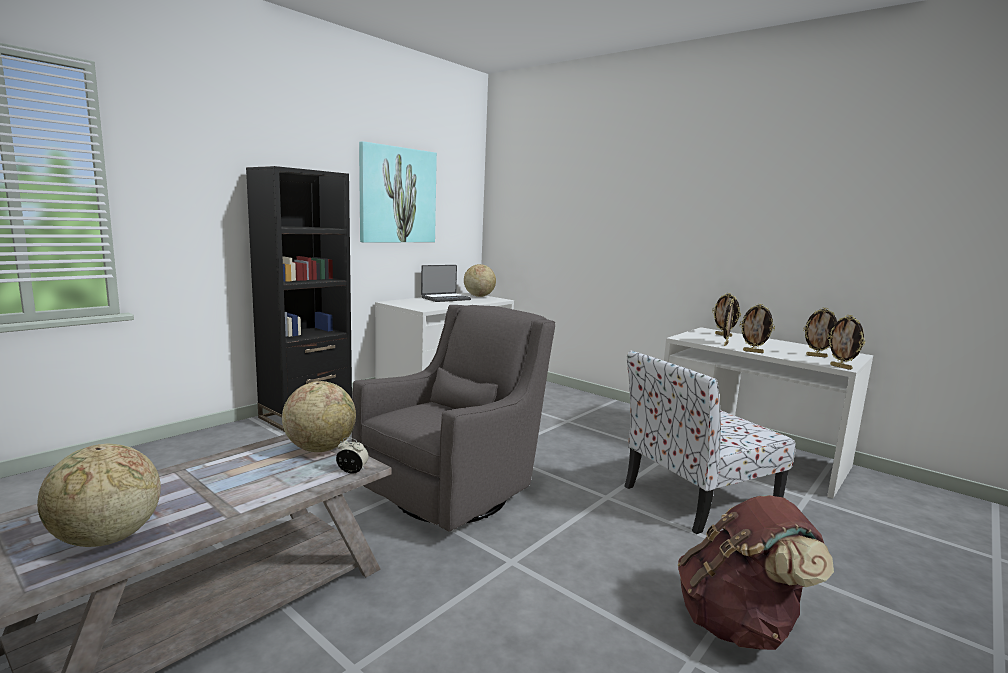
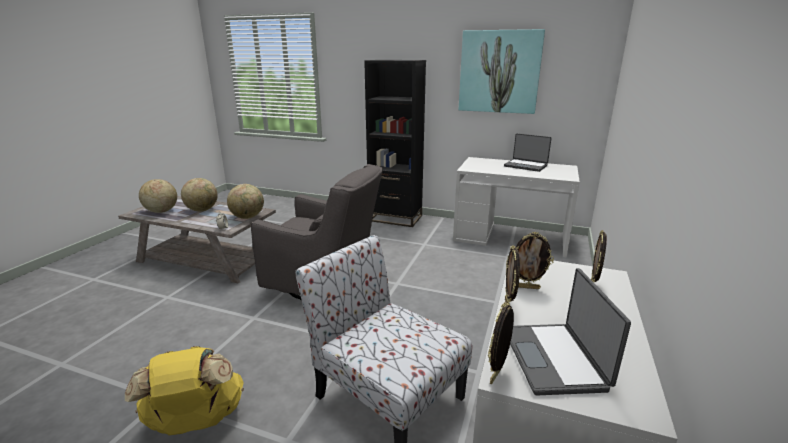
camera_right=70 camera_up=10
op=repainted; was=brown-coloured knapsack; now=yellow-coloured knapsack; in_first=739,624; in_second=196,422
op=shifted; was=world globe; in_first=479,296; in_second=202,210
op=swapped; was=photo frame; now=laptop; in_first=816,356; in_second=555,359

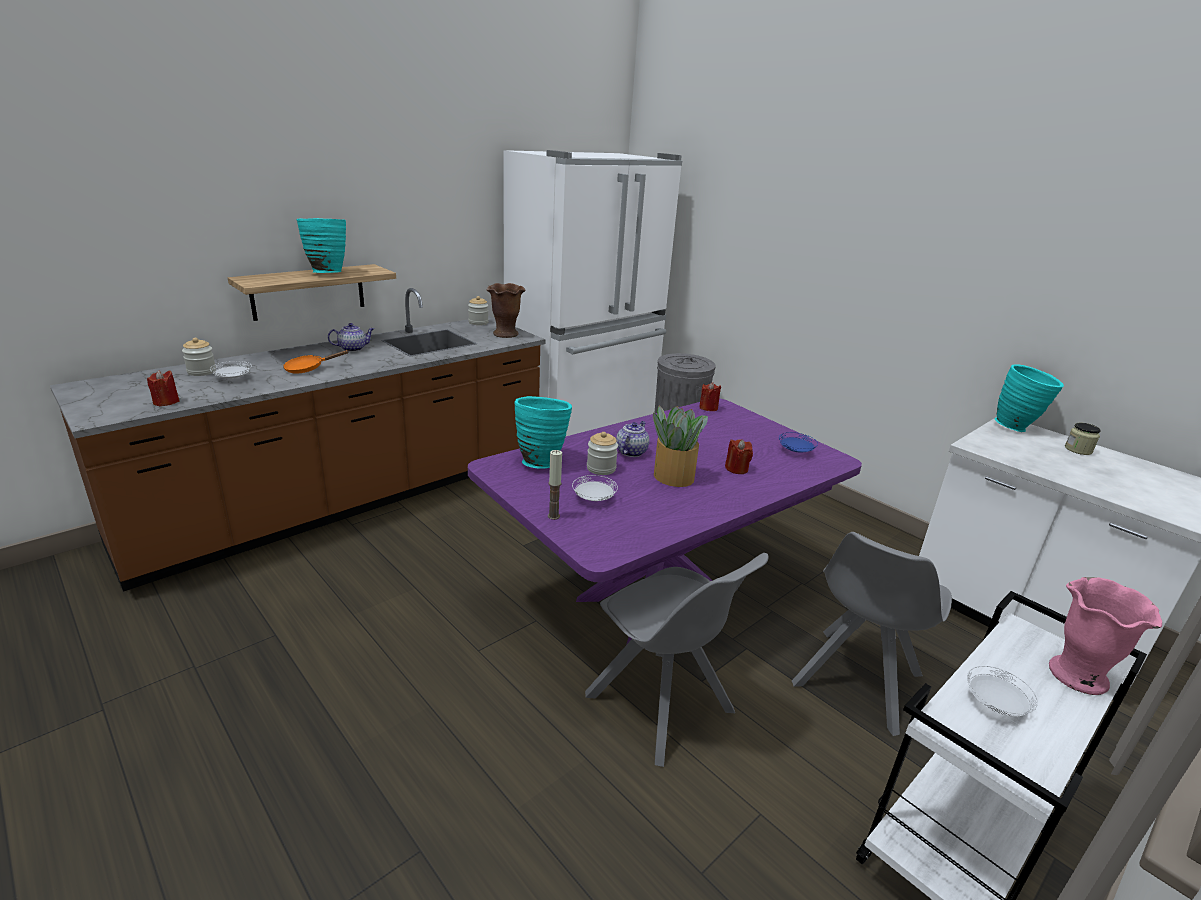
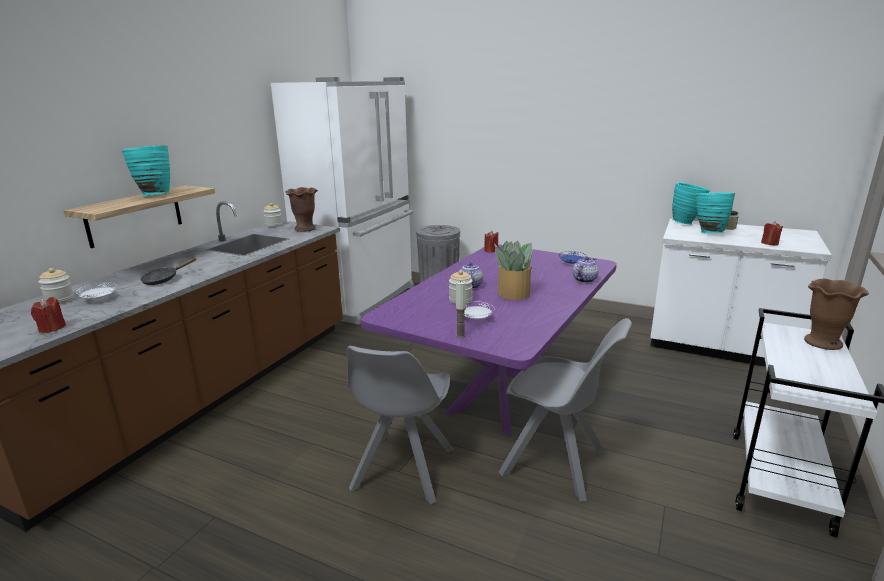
camera_right=-20 camera_up=-5
op=repainted; was=orangey frying pan; now=blackish frying pan; in_first=308,369; in_second=164,279
op=shifted; was=grey plain chair; in_first=855,681; in_second=402,470
op=shifted; was=teapot; in_first=353,348; in_second=584,280
op=shifted; was=turquoise decorative vase; in_first=541,461; in_second=708,232
op=shifted; was=reddish wax candle; in_first=736,469; in_second=769,243
op=repainted; was=pink-coloured decorative vase; now=brown-coloured decorative vase; in_first=1077,675; in_second=822,342
op=gone; was=white-coloured flat dish; in_first=994,704

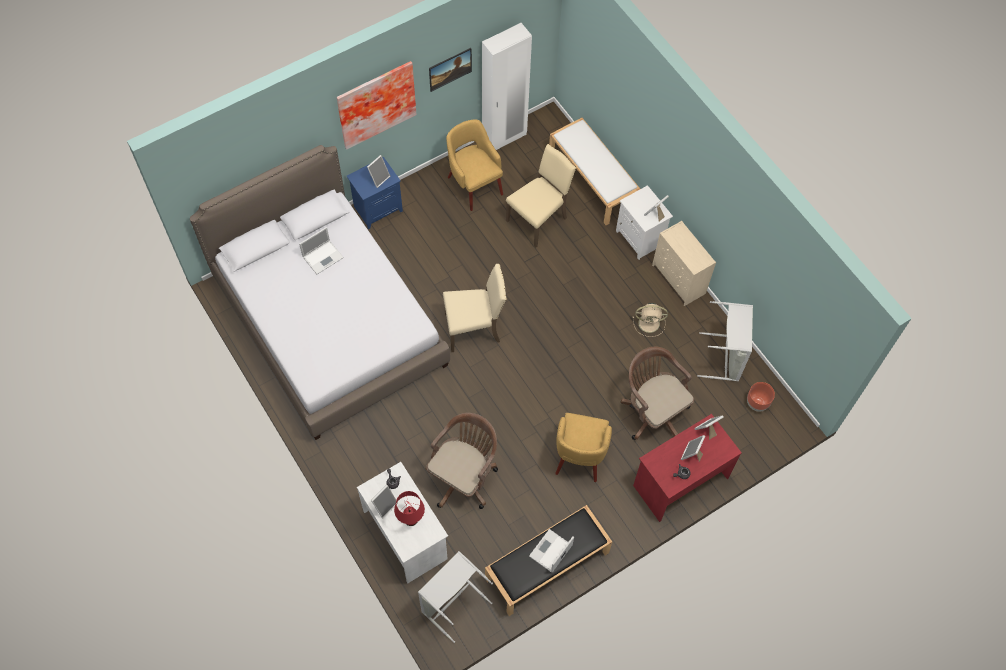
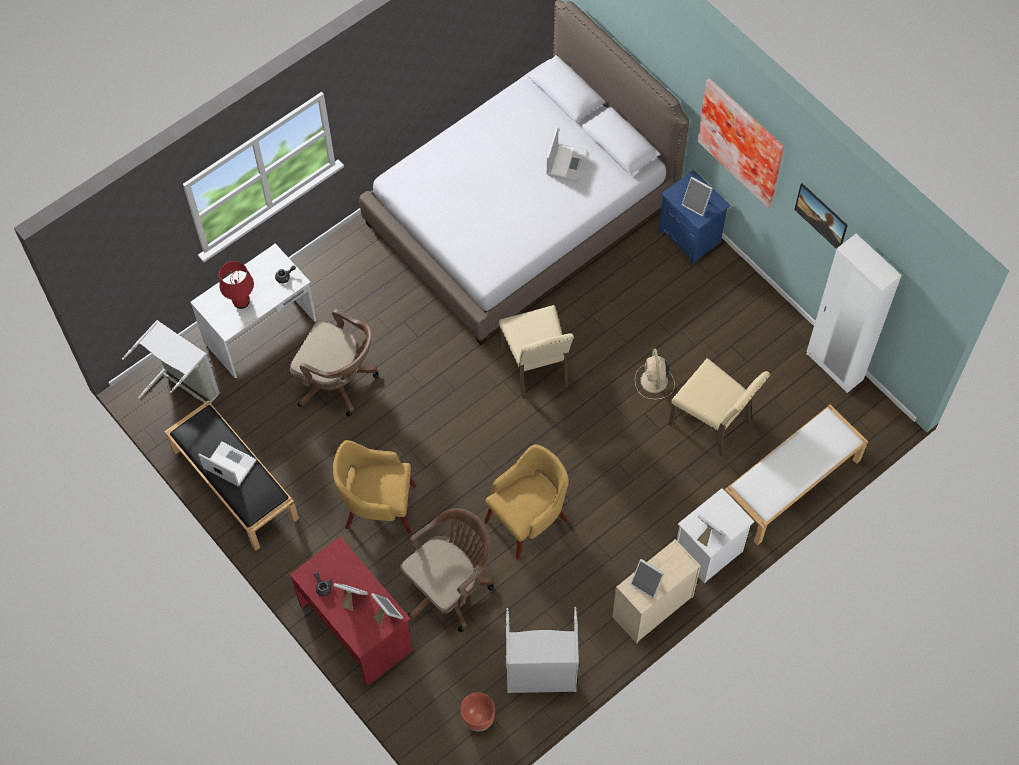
camera_right=85 camera_up=0
op=shifted; was=yellow-coloured armchair; in_first=474,184; in_second=528,520
op=rotated; was=laptop; in_first=323,256; in_second=566,162; clockwise=-120
op=shifted; was=photo frame; in_first=384,505; in_second=647,584
op=shifted; was=sand-coloured fan; in_first=650,323; in_second=654,382

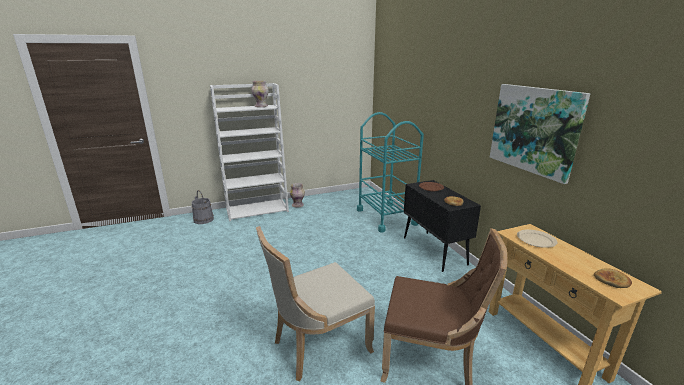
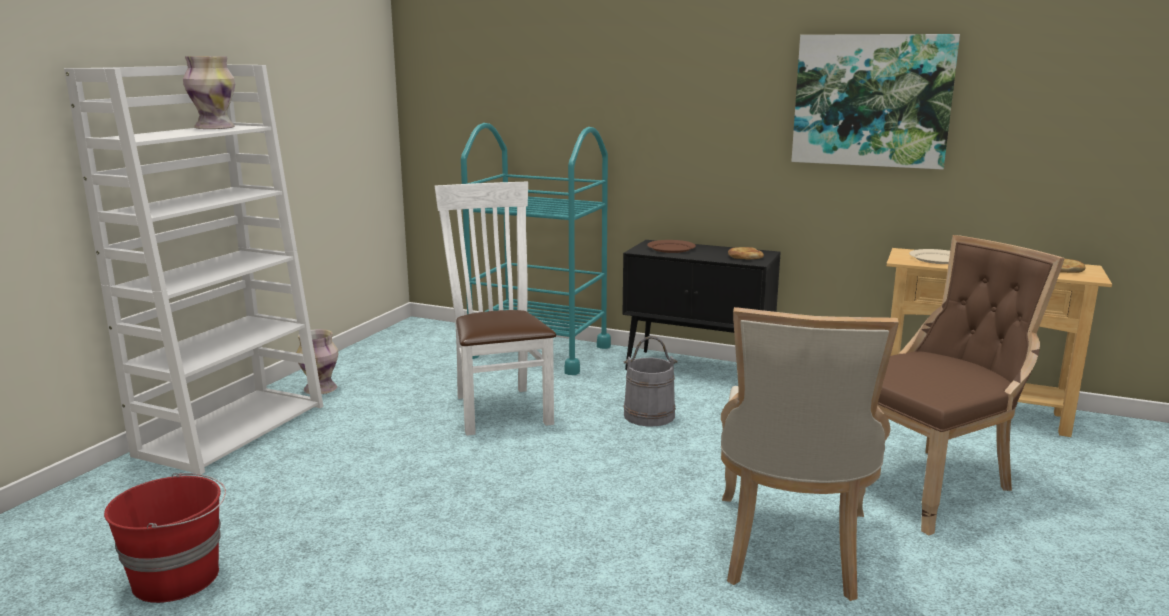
camera_right=-45 camera_up=-5
op=new; now=reddish pail; in_second=178,577
op=new; now=white-coloured plain chair; in_second=499,407
op=shifted; was=grey pail; in_first=203,219; in_second=649,415

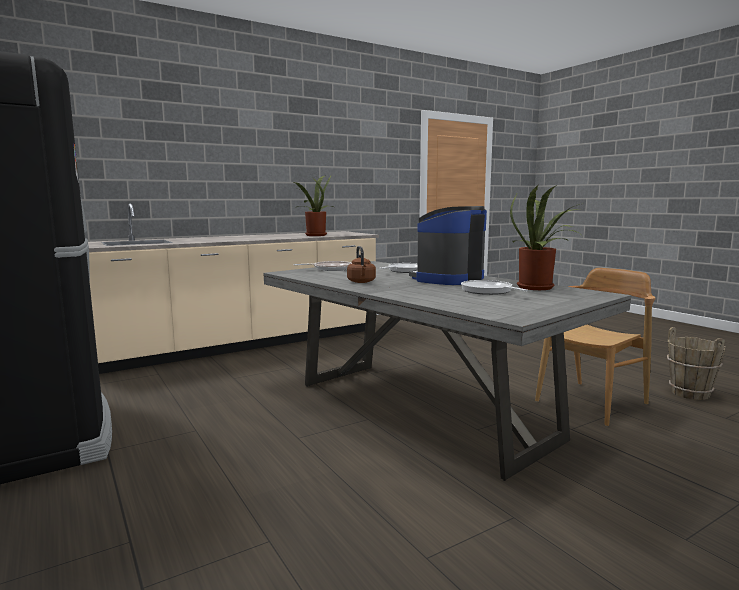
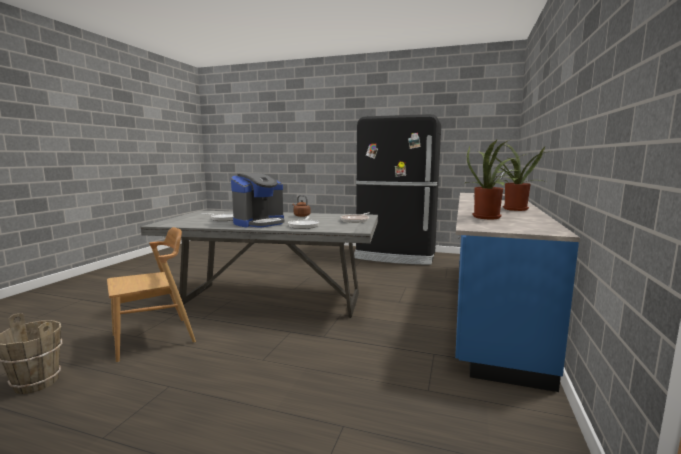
camera_right=140 camera_up=0
op=rotated; was=brown-coloured plain chair; in_first=592,402; in_second=154,339; clockwise=-135
op=rotated; was=coffee brewer; in_first=447,279; in_second=259,223; clockwise=45
op=repainted; was=sand-coloured kitchen counter; now=bluish kitchen counter; in_first=241,344; in_second=489,307
op=shifted; was=potted plant; in_first=539,288; in_second=513,209

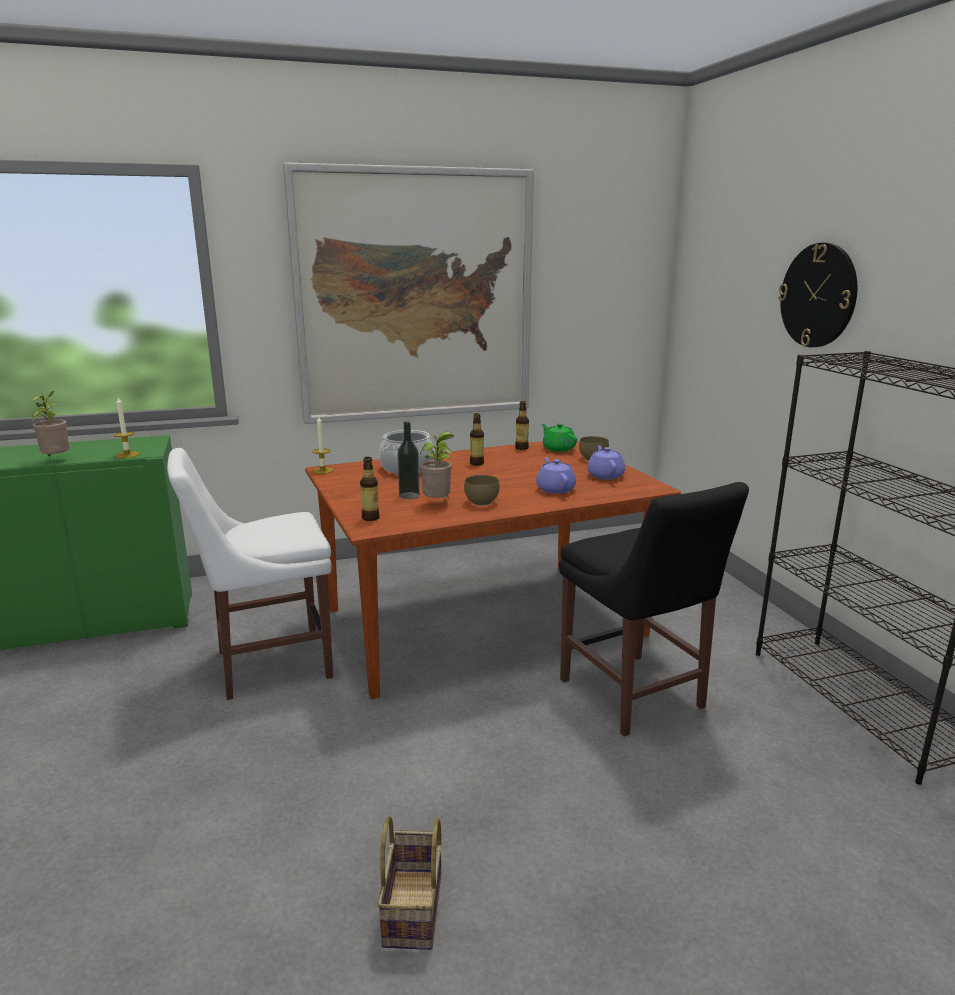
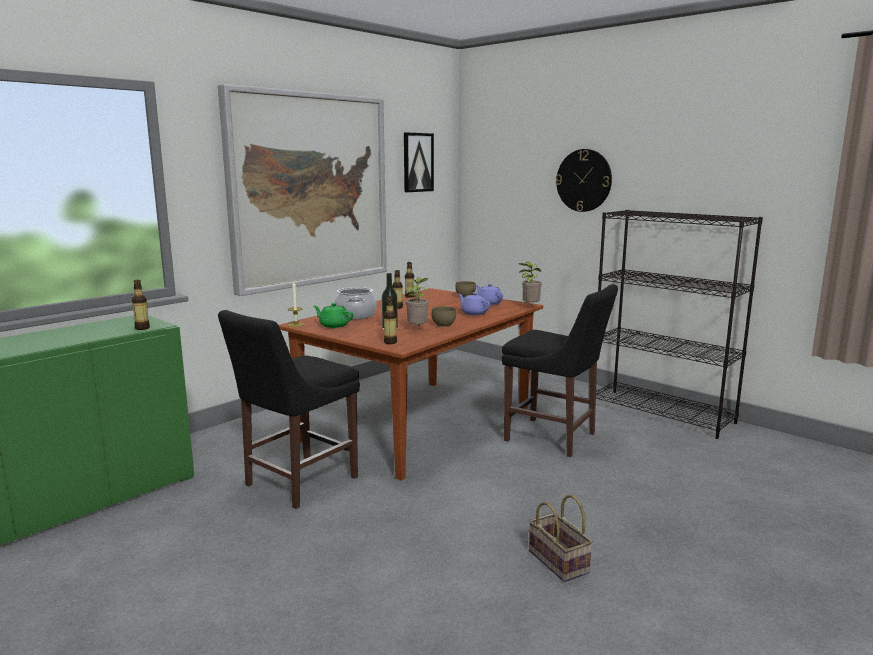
camera_right=-30 camera_up=-5
op=swapped; was=wax candle; now=drink bottle; in_first=127,455; in_second=142,328
op=repainted; was=white-coloured plain chair; now=blackish plain chair; in_first=267,665; in_second=297,482
op=shifted; was=green-coloured teapot; in_first=558,448; in_second=333,325
op=new; now=wall art; in_second=417,162
op=shifted; was=potted plant; in_first=56,460; in_second=529,307

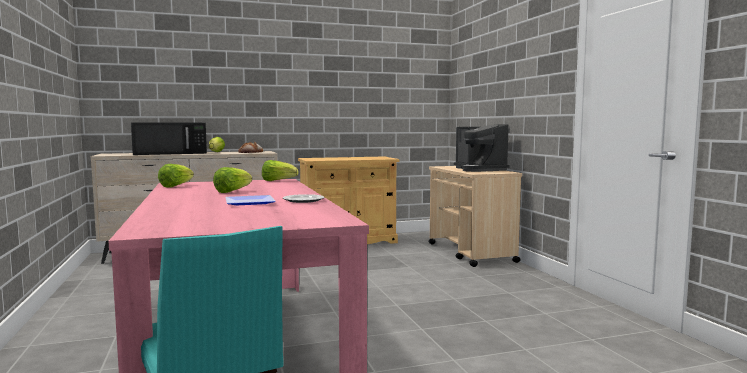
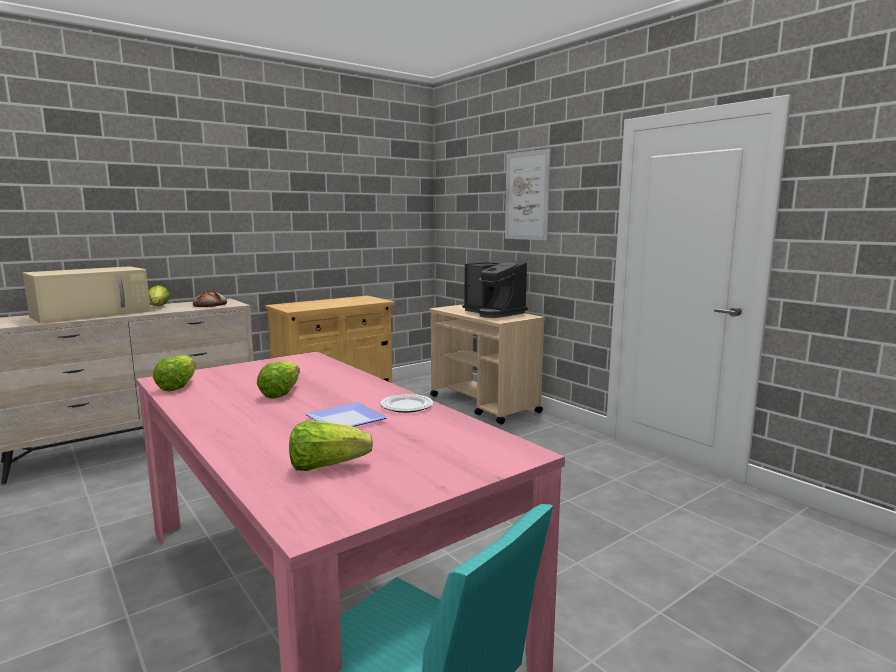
camera_right=-20 camera_up=5
op=repainted; was=blackish microwave; now=sand-coloured microwave; in_first=170,153; in_second=93,314
op=shifted; was=lettuce; in_first=278,181; in_second=326,466
op=new; now=wall art; in_second=526,196

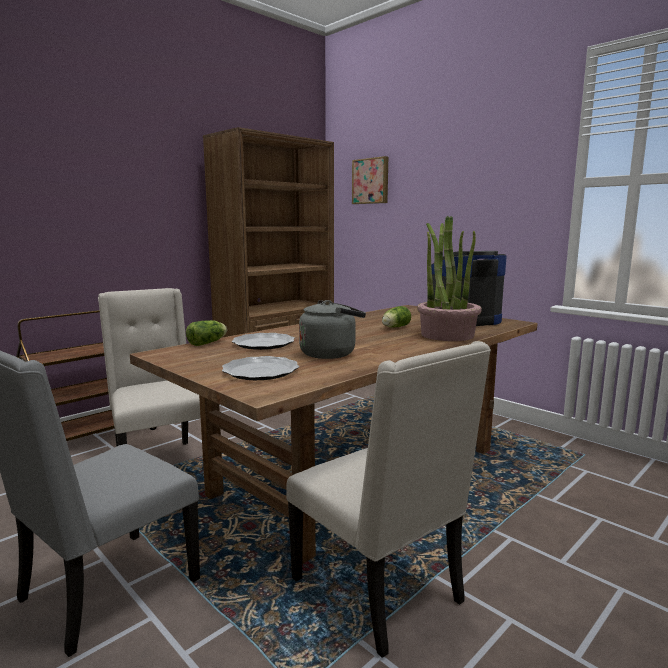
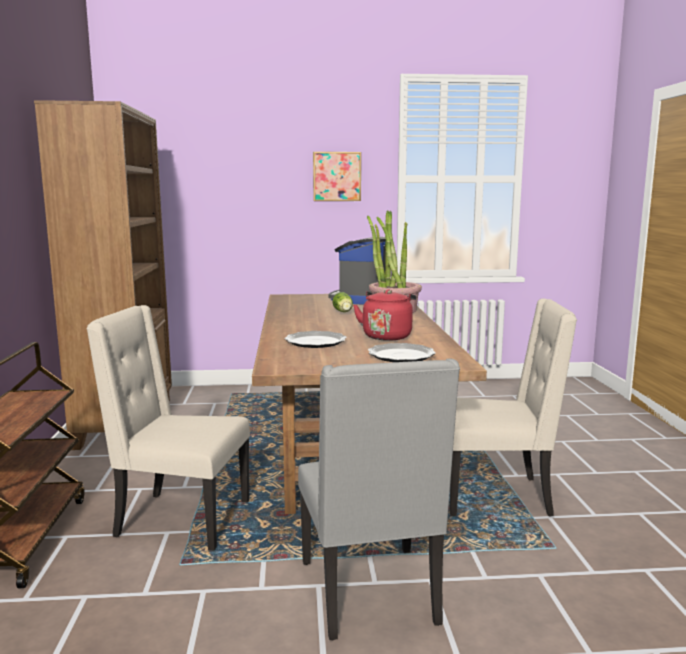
camera_right=-50 camera_up=0
op=shifted; was=wall art; in_first=371,181; in_second=336,176
op=repainted; was=grey kettle; now=reddish kettle; in_first=331,353; in_second=387,336
op=gone; was=lettuce; in_first=208,343

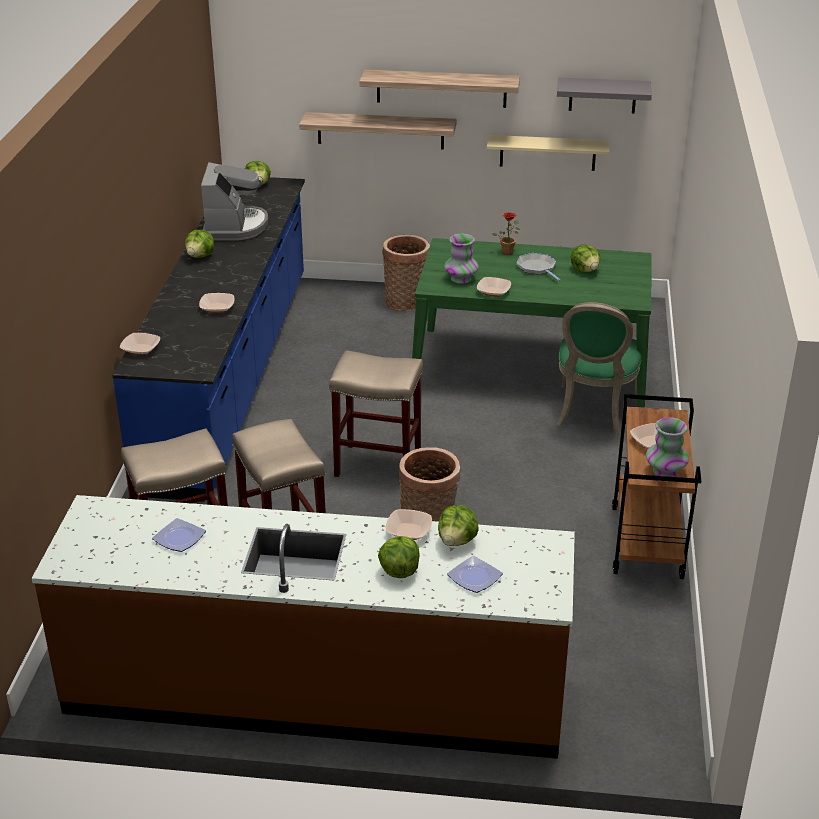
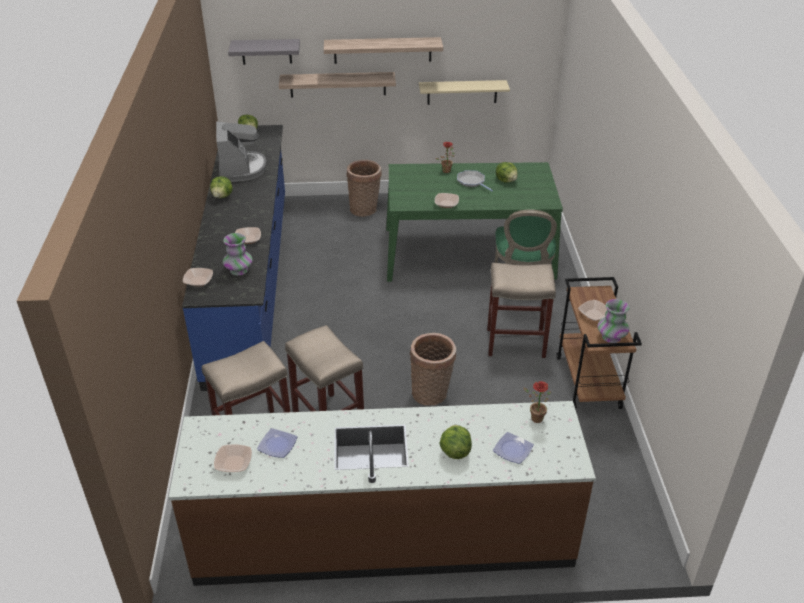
camera_right=-10 camera_up=5
op=shifted; was=bowl; in_first=409,531; in_second=233,463
op=shifted; was=decorative vase; in_first=461,279; in_second=239,270
op=shifted; was=grey shelf; in_first=602,95; in_second=266,51
op=shifted; was=sand-coloured stool; in_first=376,465; in_second=514,343
op=new; now=potted plant; in_second=534,418
op=gone; was=lettuce; in_first=457,541

